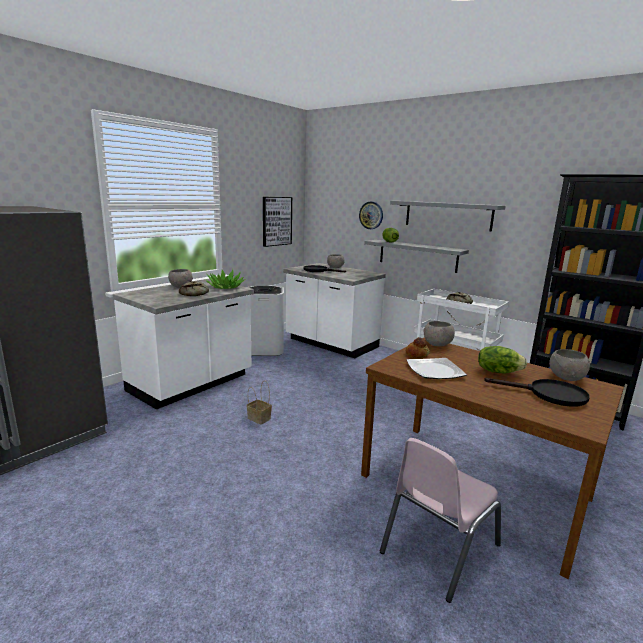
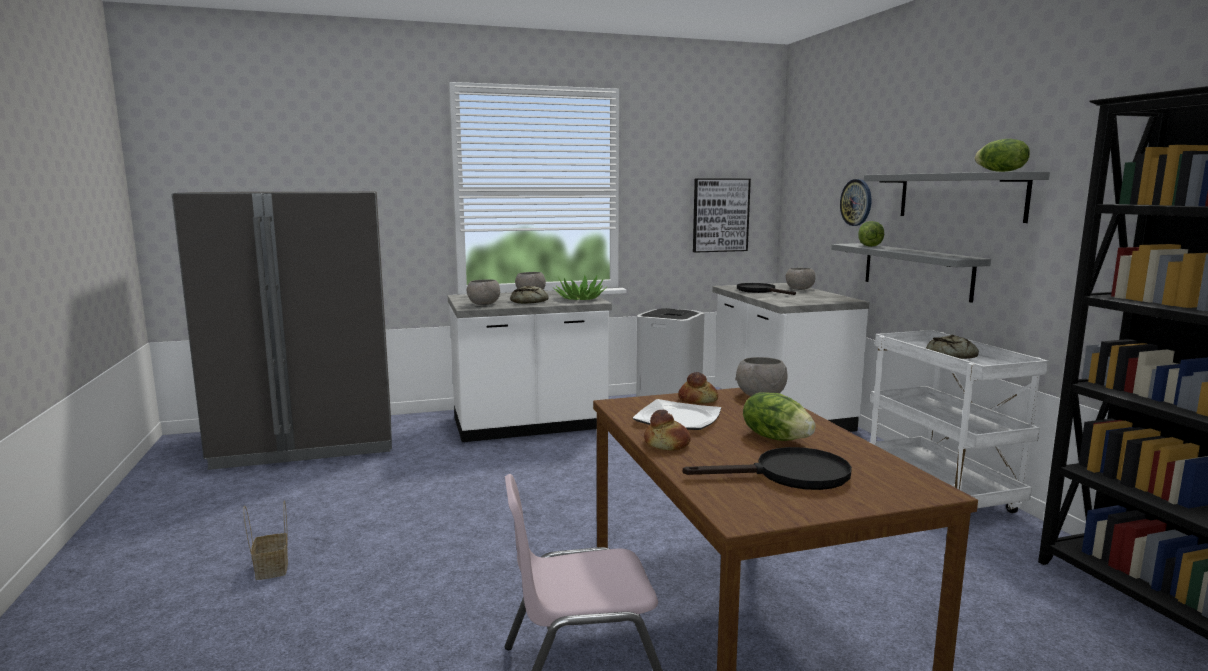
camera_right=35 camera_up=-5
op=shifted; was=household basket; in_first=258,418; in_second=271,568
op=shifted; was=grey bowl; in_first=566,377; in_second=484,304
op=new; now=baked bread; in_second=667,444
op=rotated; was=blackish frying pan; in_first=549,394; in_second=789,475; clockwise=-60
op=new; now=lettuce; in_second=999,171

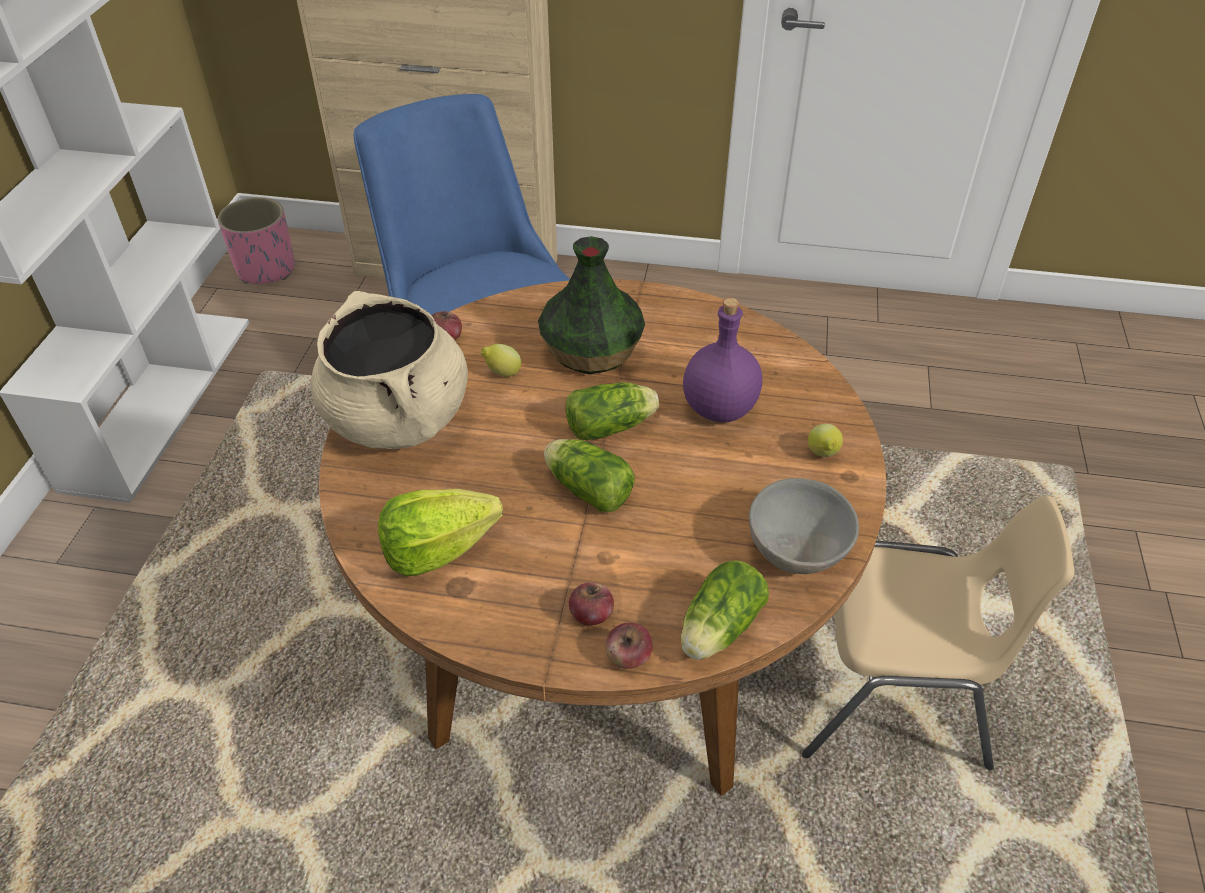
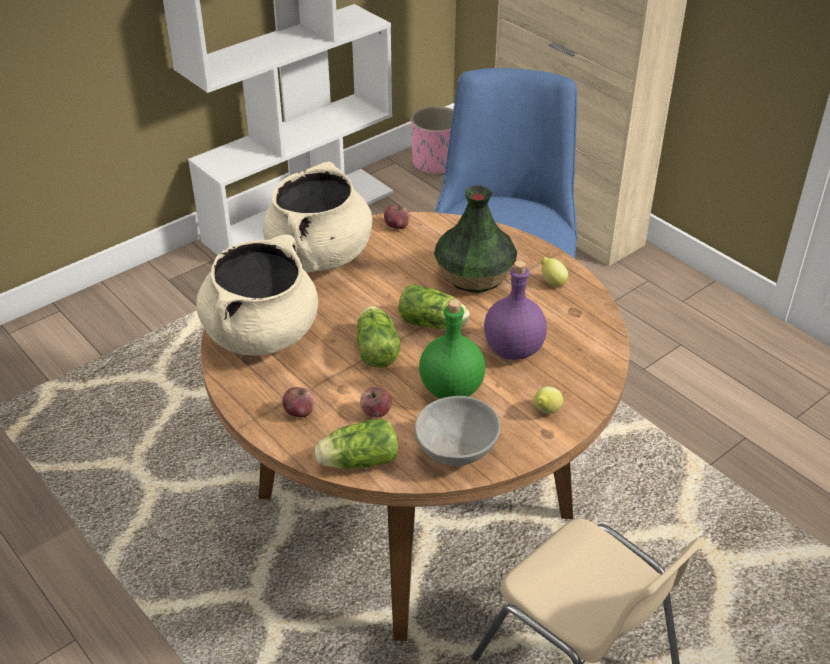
camera_right=40 camera_up=-5
op=swapped; was=lettuce; now=sand-coloured stockpot; in_first=438,550; in_second=262,334
op=shifted; was=apple fruit; in_first=628,657; in_second=376,412
op=new; now=green-coloured drink bottle; in_second=452,389
op=shifted; was=citrus fruit; in_first=502,373; in_second=552,282

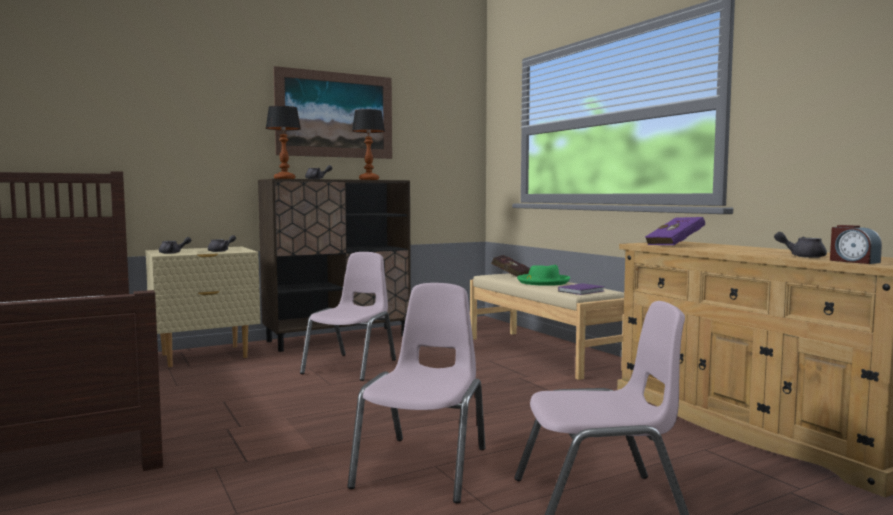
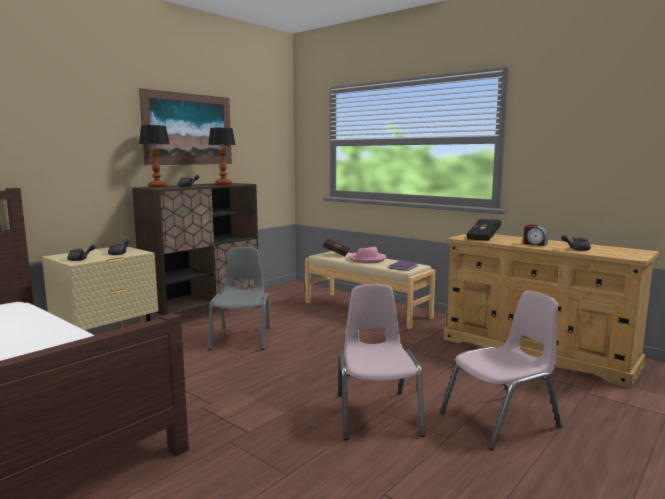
camera_right=-20 camera_up=5
op=repainted; was=pink-coloured plain chair; now=grey plain chair; in_first=351,367; in_second=242,338
op=repainted; was=green-coloured clothing hat; now=pink-coloured clothing hat; in_first=543,282; in_second=366,259
op=repainted; was=purplish volume; now=blackish volume; in_first=677,245; in_second=484,238
op=shifted; was=table clock; in_first=853,261; in_second=534,244

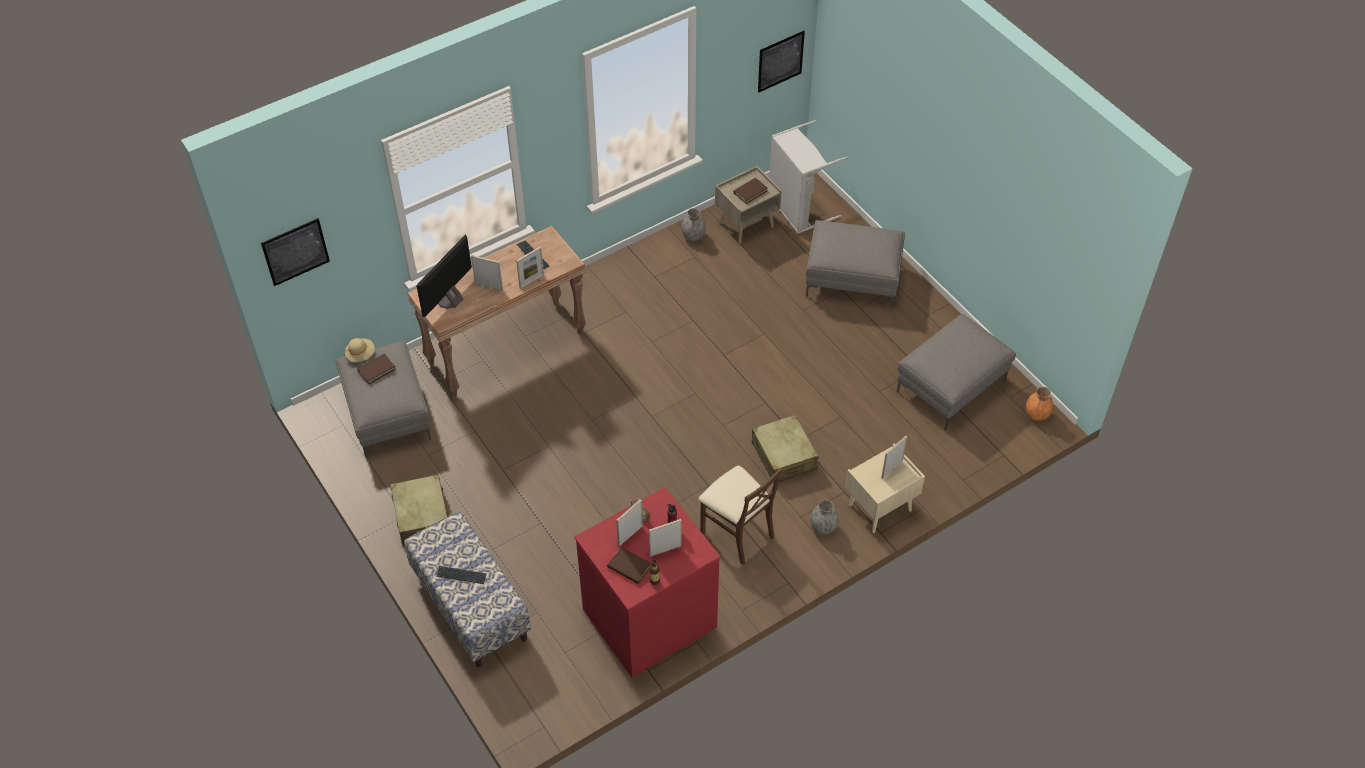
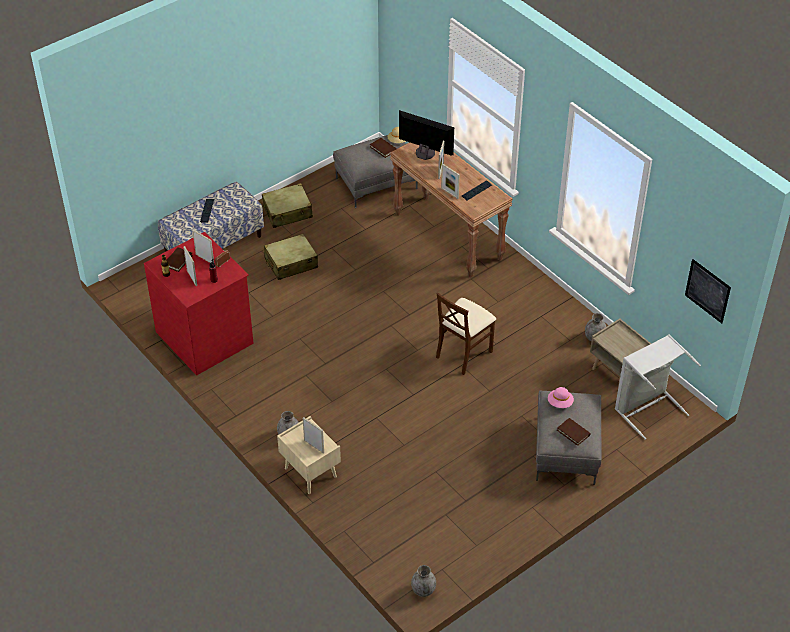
camera_right=85 camera_up=-5
op=shifted; was=sand-coloured suitcase; in_first=784,456; in_second=291,263
op=repainted; was=orangey decorative vase; now=grey decorative vase; in_first=1037,414; in_second=423,590
op=shifted; was=brown-coloured plain chair; in_first=737,533; in_second=463,353
op=new; now=pink-coloured clothing hat; in_second=560,403
op=shifted; was=brown-coloured volume; in_first=750,192; in_second=573,433
op=gone; was=wall art; in_first=295,252
op=gone; was=grey footrest; in_first=951,387

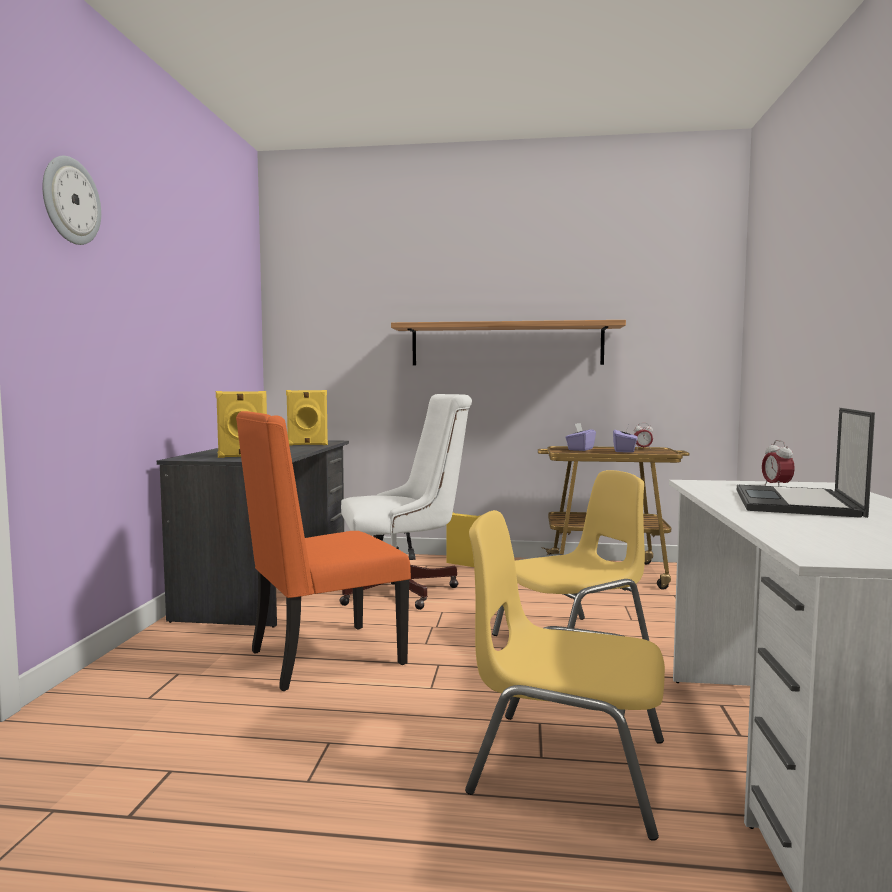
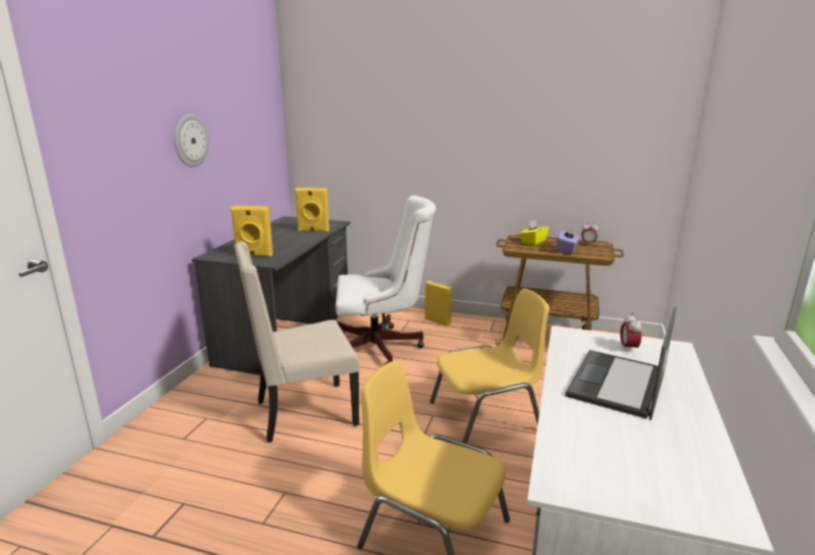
camera_right=10 camera_up=15
op=shifted; was=hanging clock; in_first=70,201; in_second=190,140
op=repainted; was=orangey plain chair; now=sand-coloured plain chair; in_first=323,658; in_second=303,413
op=repainted; was=purplish box of tissues; now=yellow-coloured box of tissues; in_first=580,449; in_second=533,242
op=gone; was=shelf; in_first=506,344

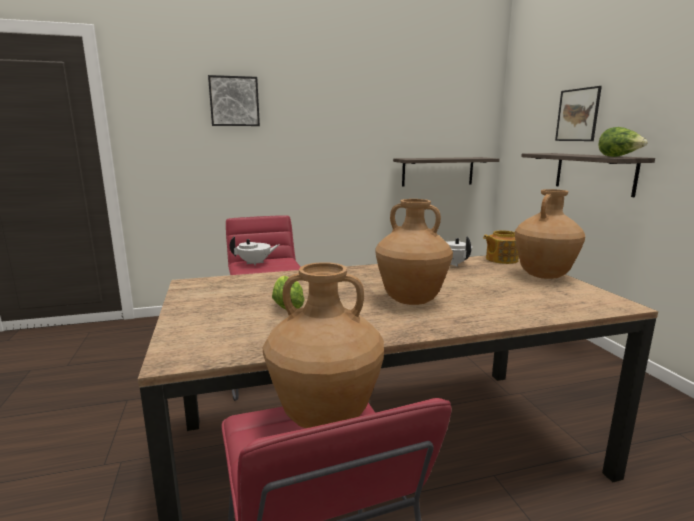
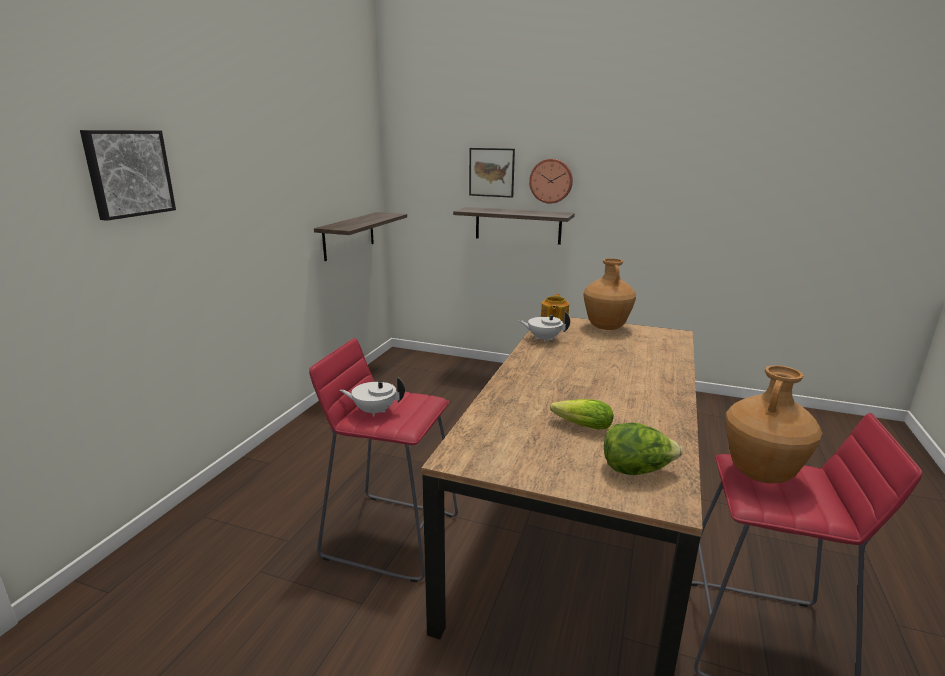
camera_right=-55 camera_up=5
op=rotated; was=white-coloured teapot; in_first=255,263; in_second=374,411; clockwise=-105
op=new; now=hanging clock; in_second=551,181
op=shifted; was=lettuce; in_first=618,157; in_second=636,470
op=gone; was=brown-coloured decorative vase; in_first=412,301

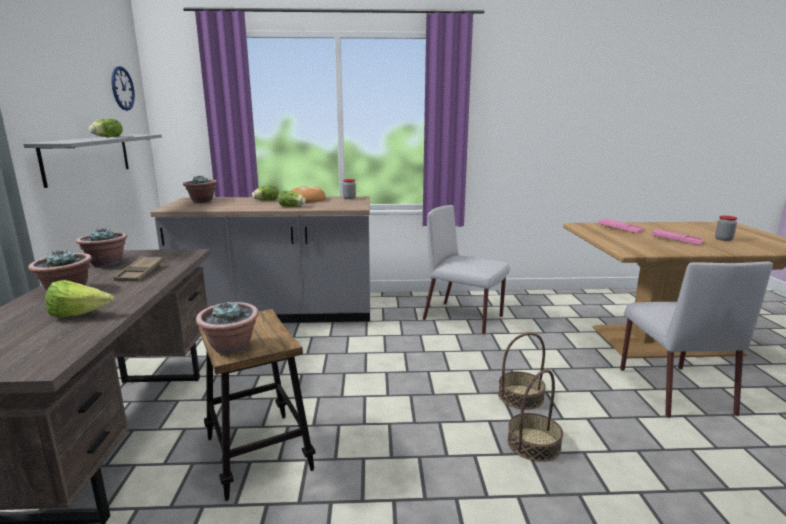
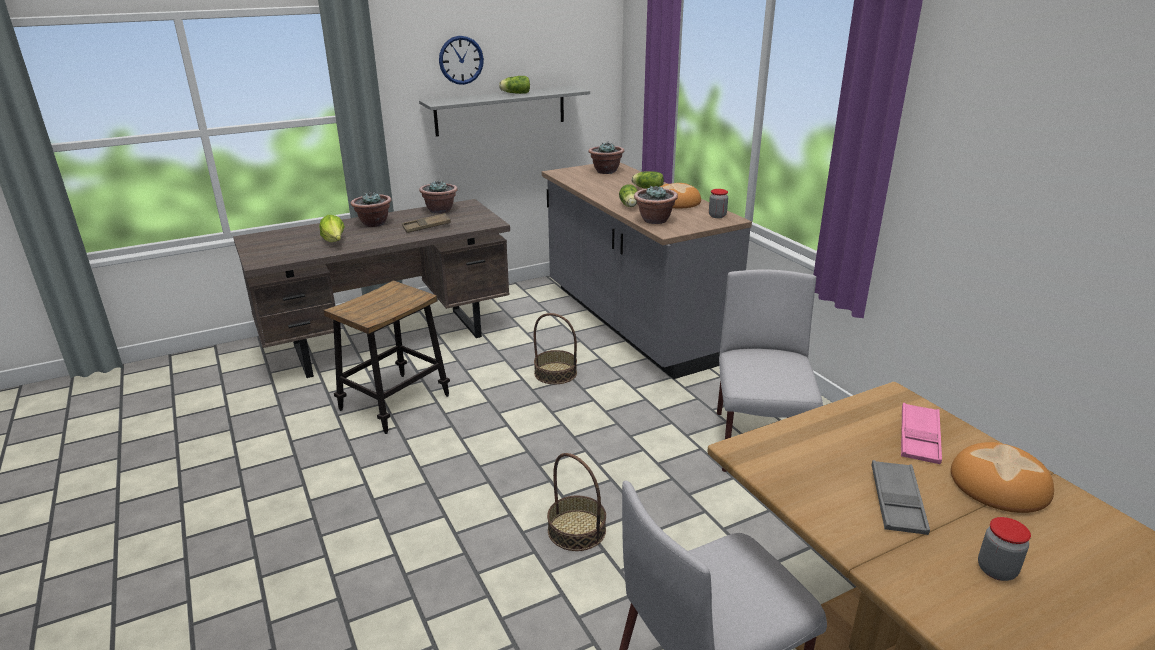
camera_right=65 camera_up=10
op=shifted; was=hanging clock; in_first=122,88; in_second=461,60
op=shifted; was=household basket; in_first=533,443; in_second=555,373
op=shifted; was=potted plant; in_first=231,347; in_second=654,220
op=repainted; was=pink-coloured tray; now=grey tray; in_first=676,240; in_second=897,502
op=new; now=baked bread; in_second=999,485

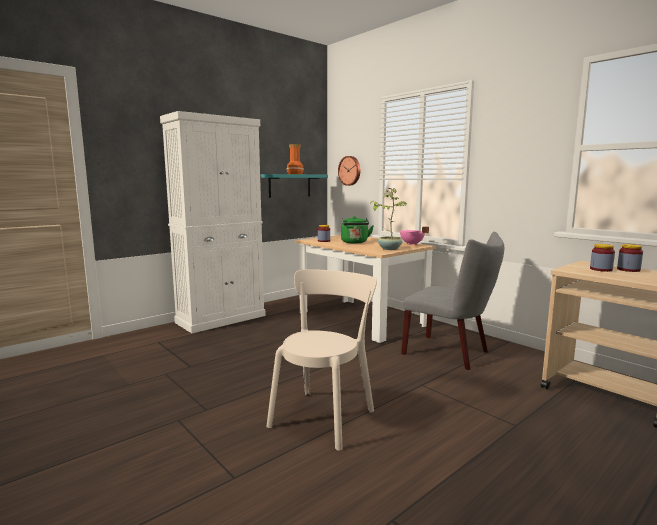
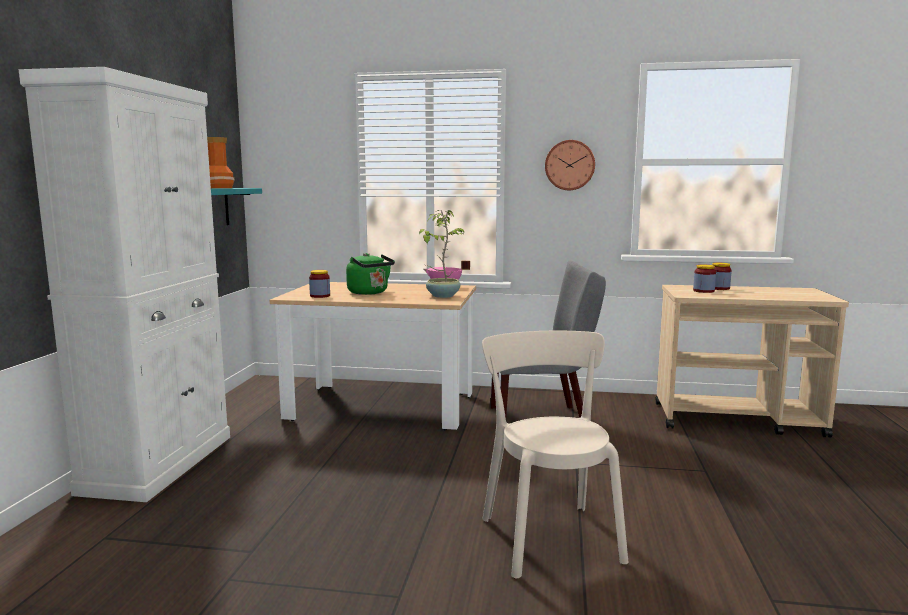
camera_right=-40 camera_up=0
op=shifted; was=hanging clock; in_first=350,170; in_second=569,165

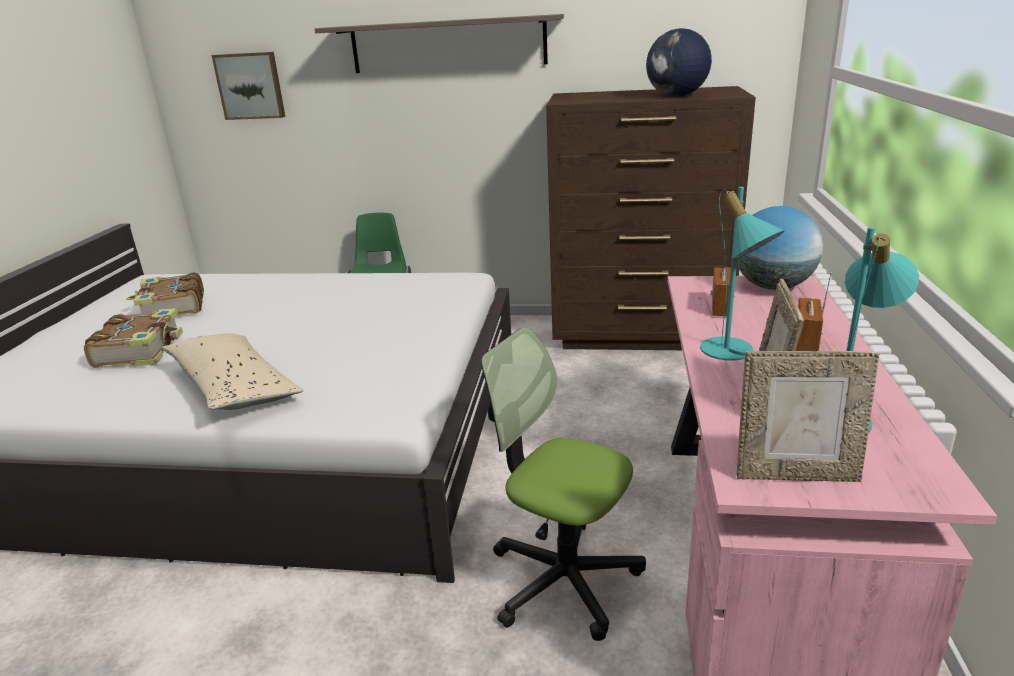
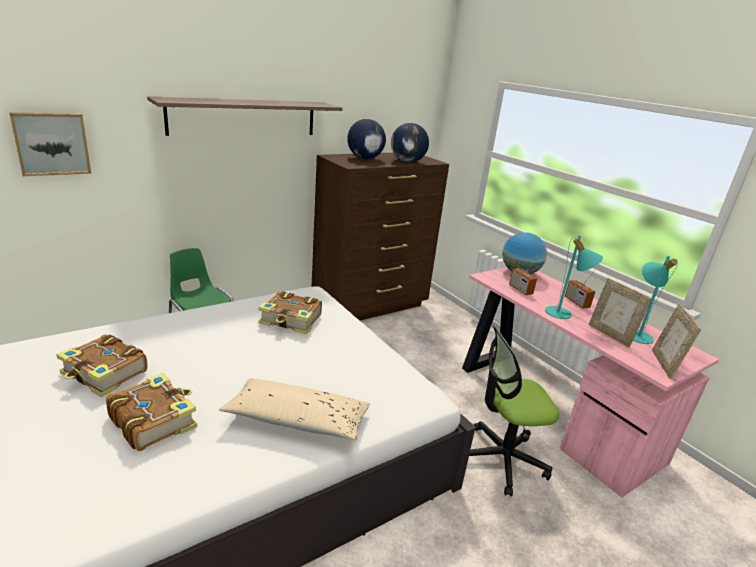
camera_right=-45 camera_up=0
op=new; now=volume; in_second=291,320
op=new; now=world globe; in_second=364,158
op=rotated; was=photo frame; in_first=796,474; in_second=664,365; clockwise=135

